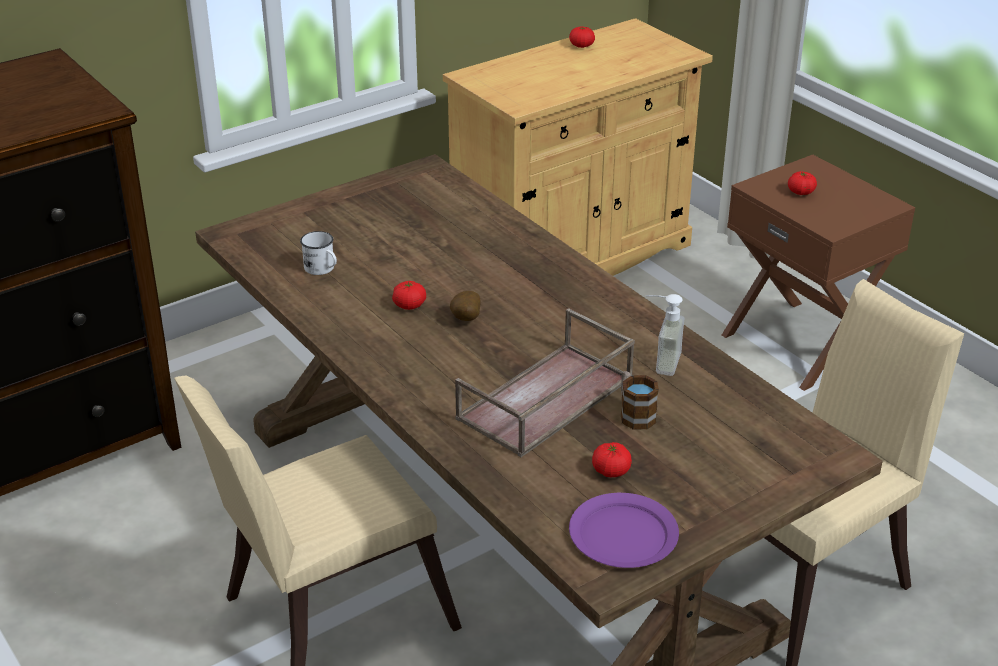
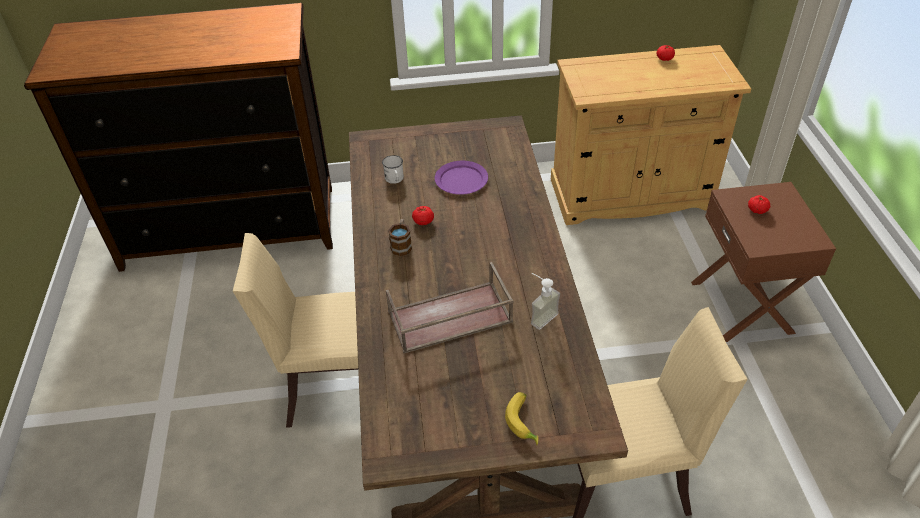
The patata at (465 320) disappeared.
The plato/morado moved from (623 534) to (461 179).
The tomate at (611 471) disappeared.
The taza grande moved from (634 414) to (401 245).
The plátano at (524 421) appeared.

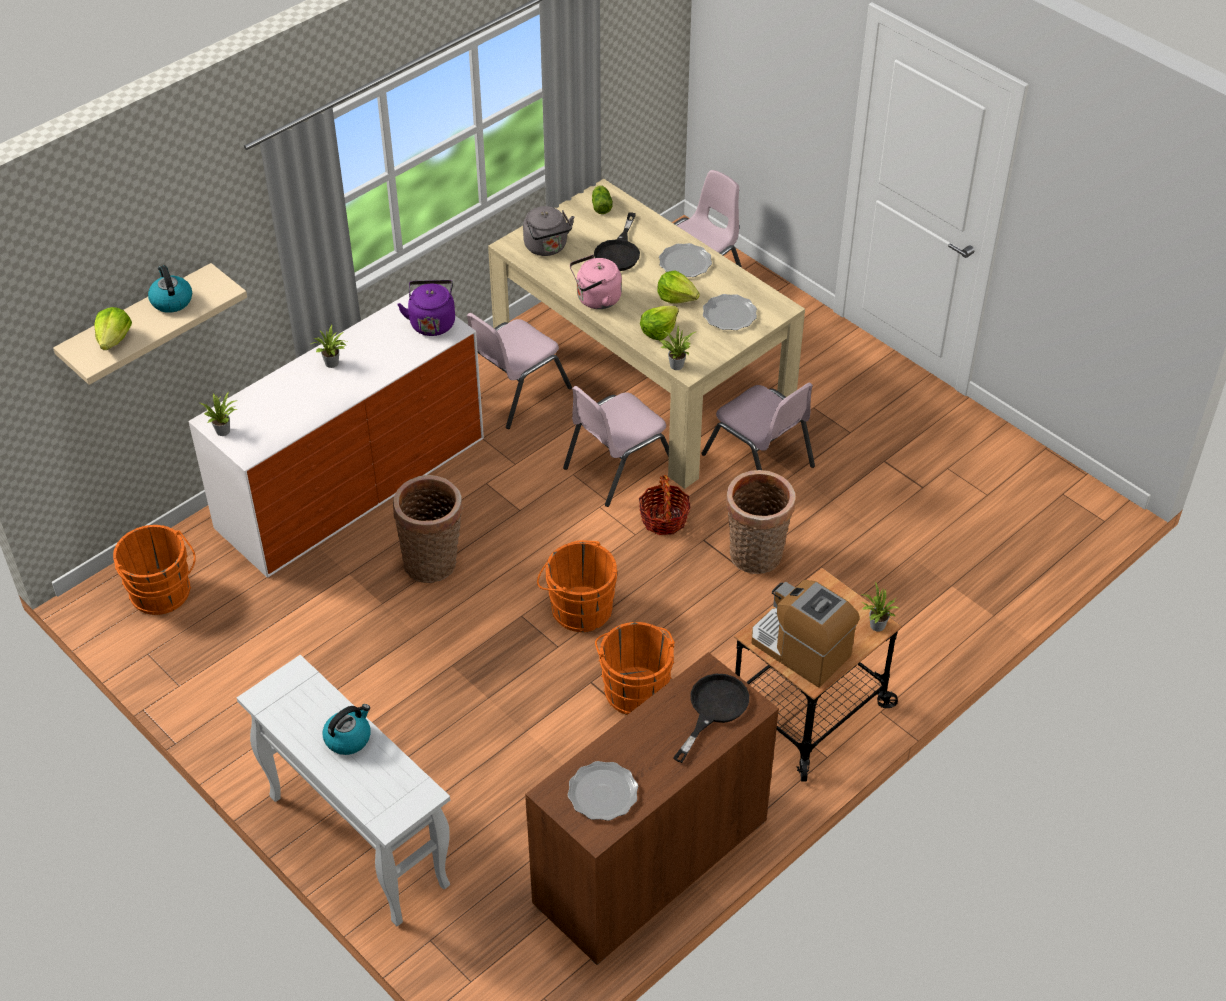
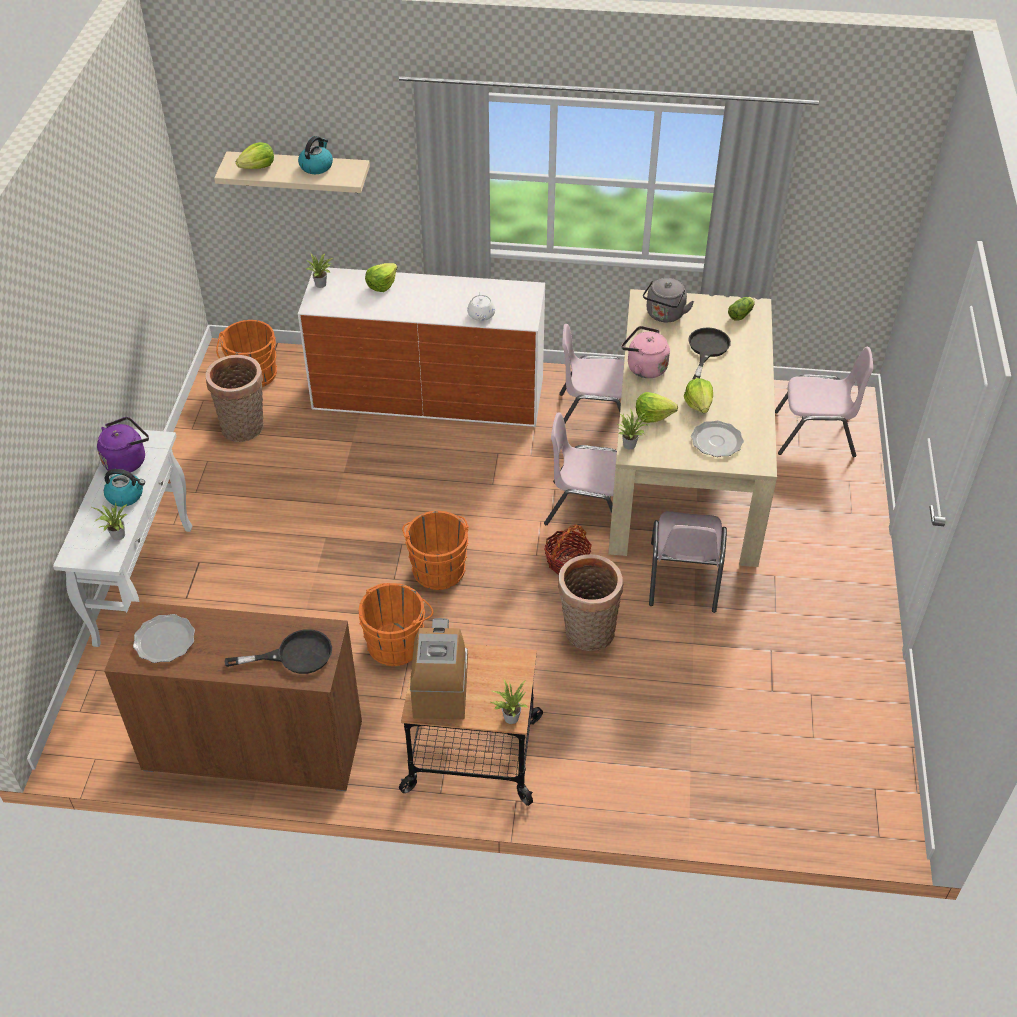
The planta en maceta moved from (333 364) to (118 537).
The cesta moved from (434 563) to (244 429).
The hervidor/morado moved from (432 322) to (127 460).
The sartén/negro at (619 252) turned 135 degrees clockwise.
The plato at (685 263) disappeared.
The lechuga at (381 284) appeared.
The tetera/blanco at (481 315) appeared.

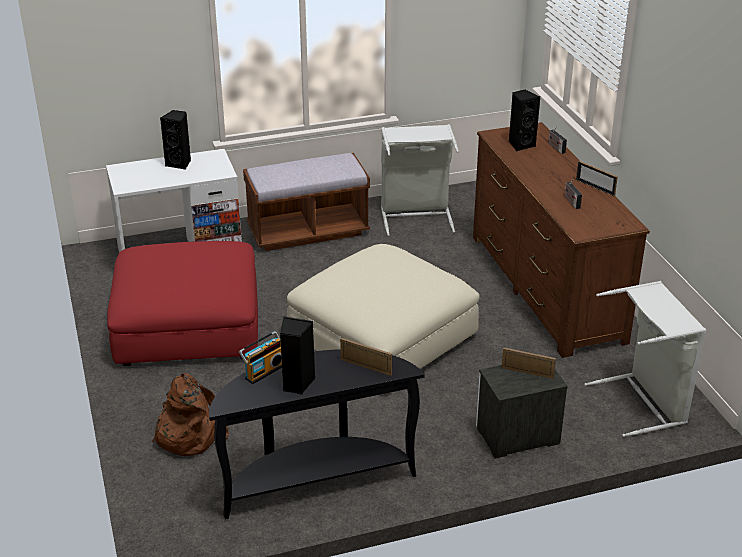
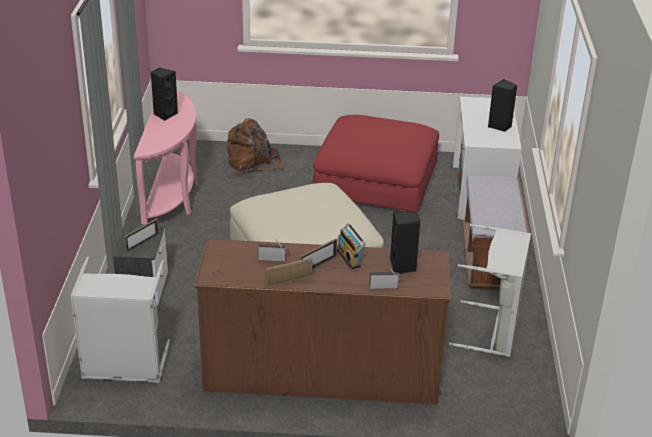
The mesa consola/negro at (315 479) became the mesa consola/rosa at (173 198).
The radio moved from (263 371) to (350 258).
The portarretratos moved from (366 367) to (318 265).

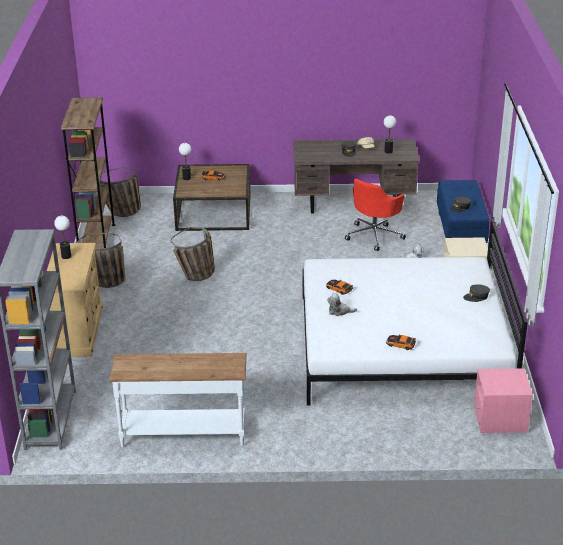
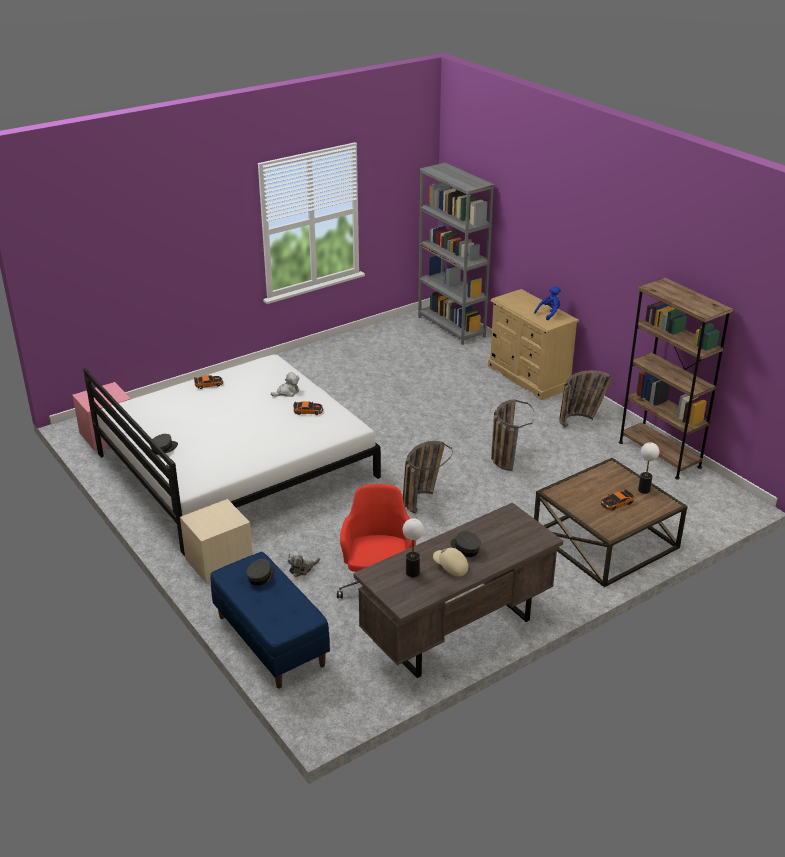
The lámpara de mesa at (66 256) was replaced by the peluche/azul at (549 313).
The cesta moved from (120 213) to (422 497).
The mesa consola/blanco at (183 433) disappeared.

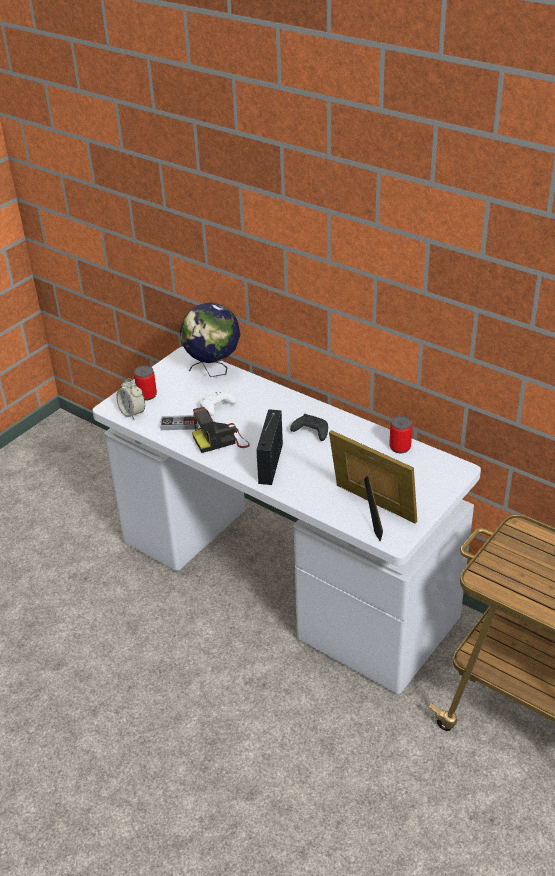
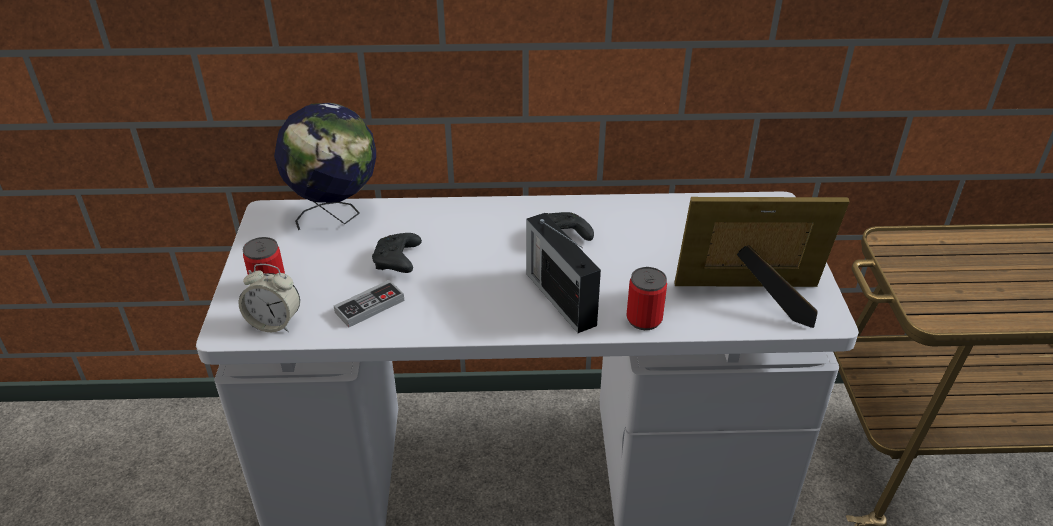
The cámara at (221 440) disappeared.
The mando de consola/blanco at (216 408) became the mando de consola/negro at (397 261).
The lata moved from (400 447) to (644 319).

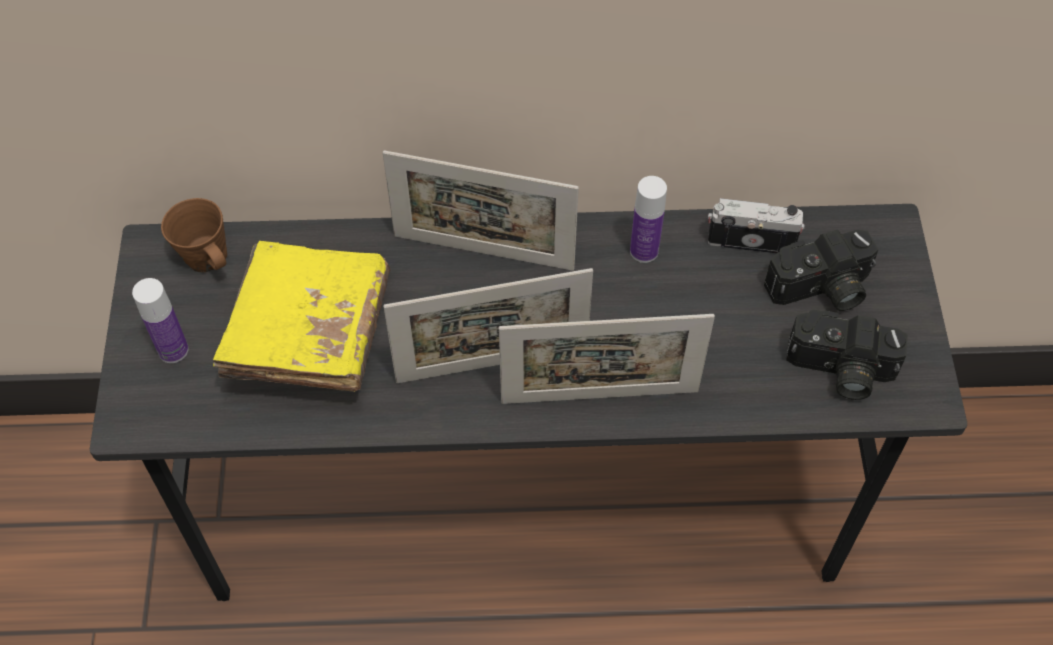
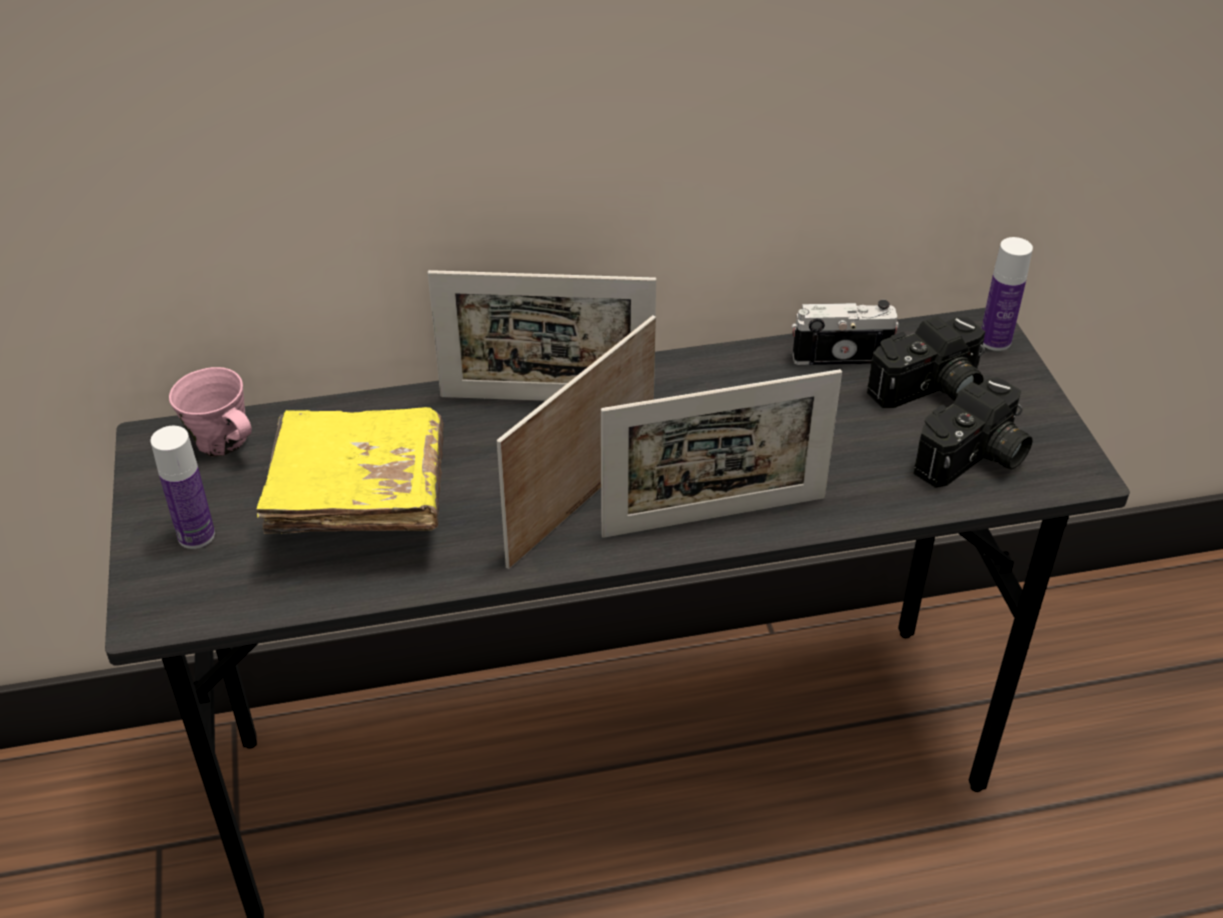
The taza grande/marrón at (207 258) became the taza grande/rosa at (223 443).
The portarretratos at (492 364) turned 150 degrees clockwise.
The botella moved from (644 251) to (995 341).
The cámara at (839 370) turned 45 degrees counterclockwise.

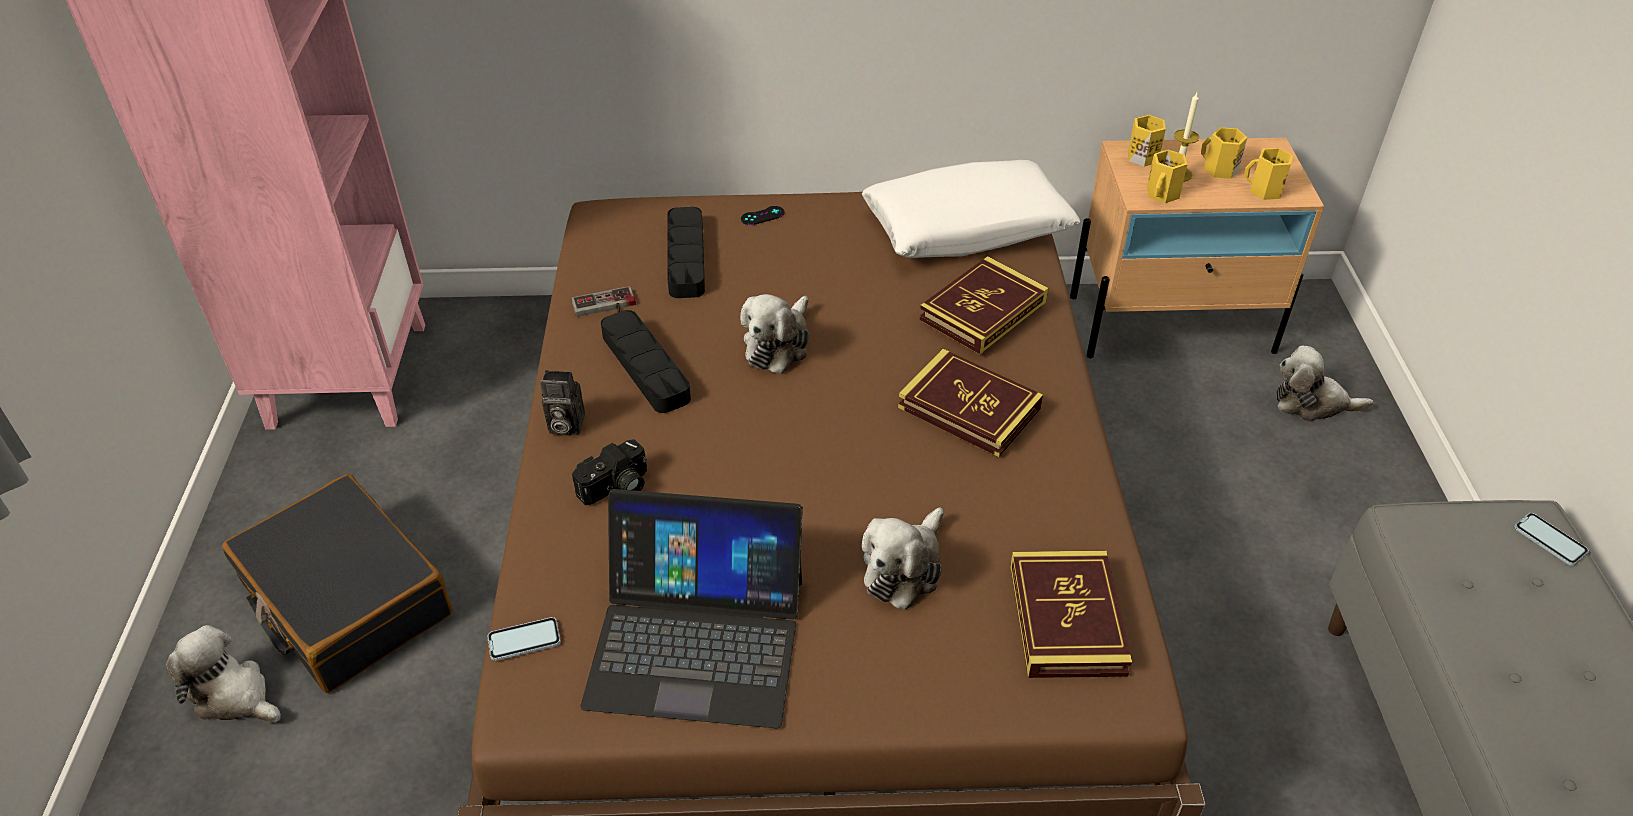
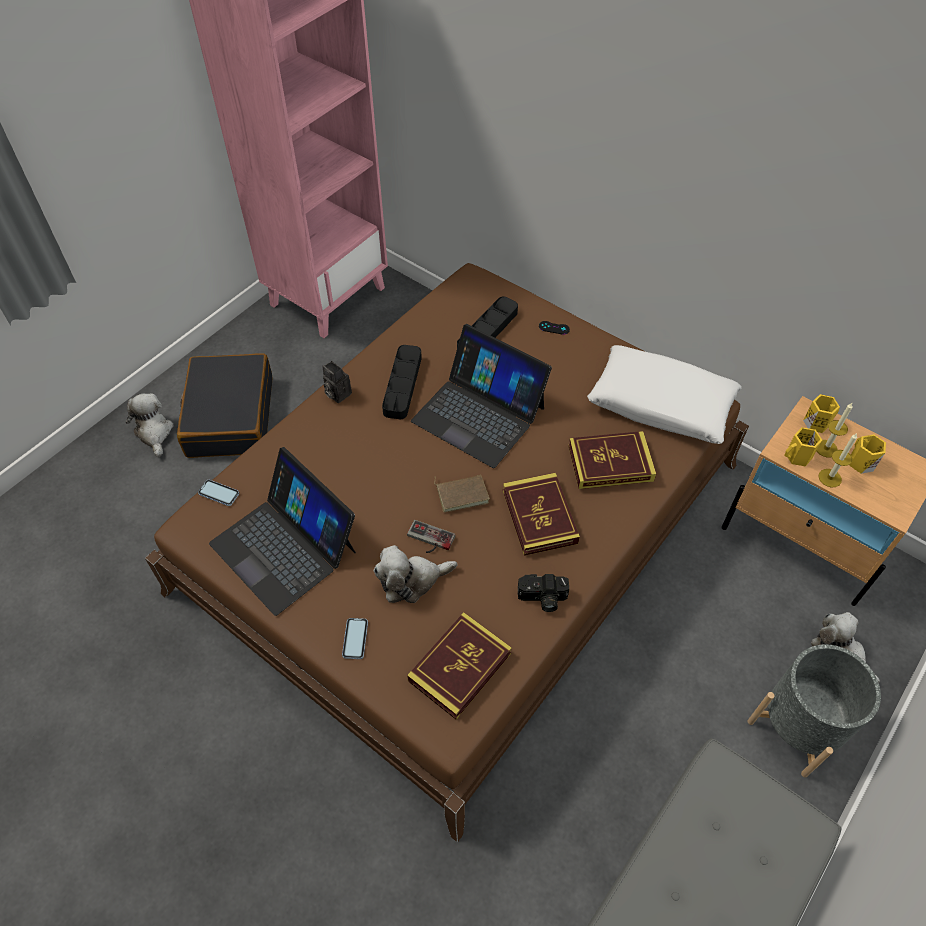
The mando de consola moved from (605 308) to (429 540).
The cámara moved from (616 488) to (542 599).
The peluche at (778 344) was replaced by the portátil at (479 413).
The taza grande/amarillo at (1264 190) disappeared.
The móvil moved from (1549 540) to (355 639).
The libro/marrón at (462 493) appeared.
The maceta/gris at (798 726) appeared.
The vela at (830 478) appeared.

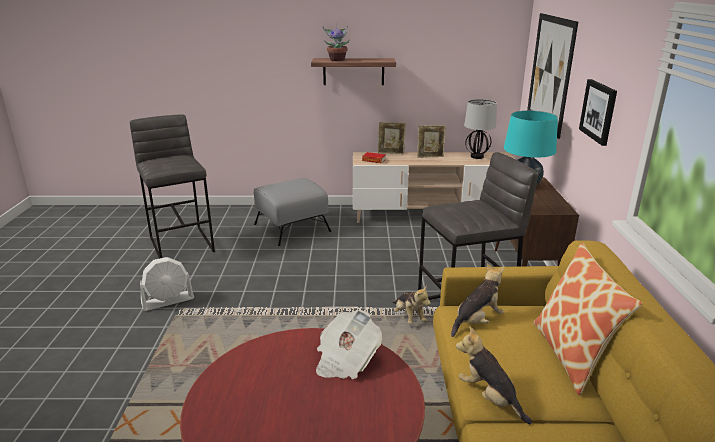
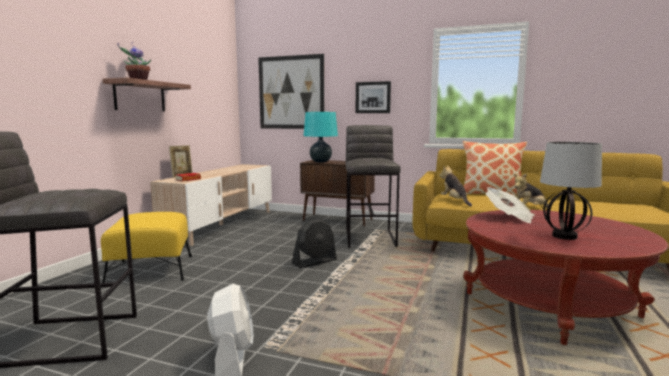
The puf/gris at (291 228) became the puf/amarillo at (150 270).
The peluche at (409 317) disappeared.
The portarretratos at (430 157) disappeared.
The lámpara de mesa moved from (476 156) to (564 236).
The ventilador/negro at (315 262) appeared.

